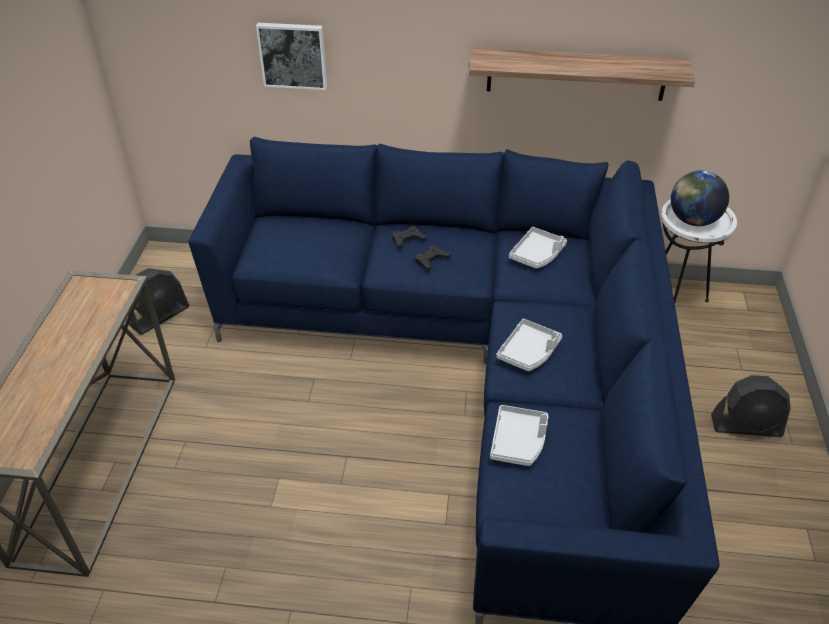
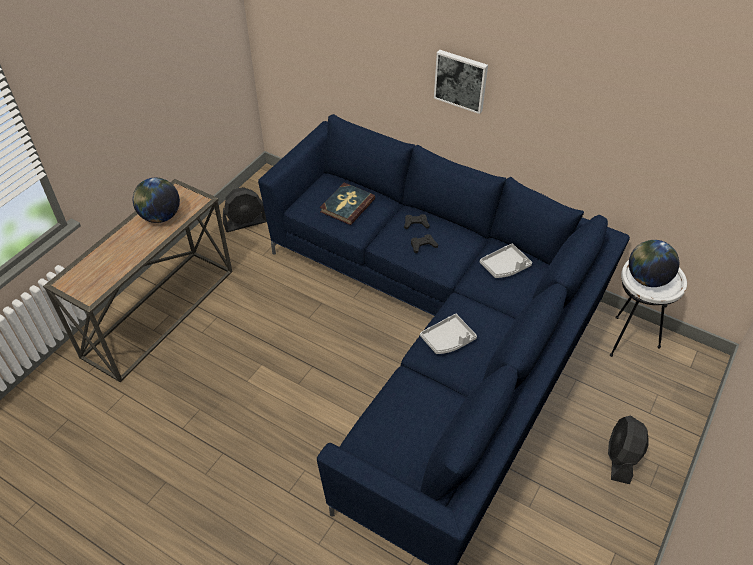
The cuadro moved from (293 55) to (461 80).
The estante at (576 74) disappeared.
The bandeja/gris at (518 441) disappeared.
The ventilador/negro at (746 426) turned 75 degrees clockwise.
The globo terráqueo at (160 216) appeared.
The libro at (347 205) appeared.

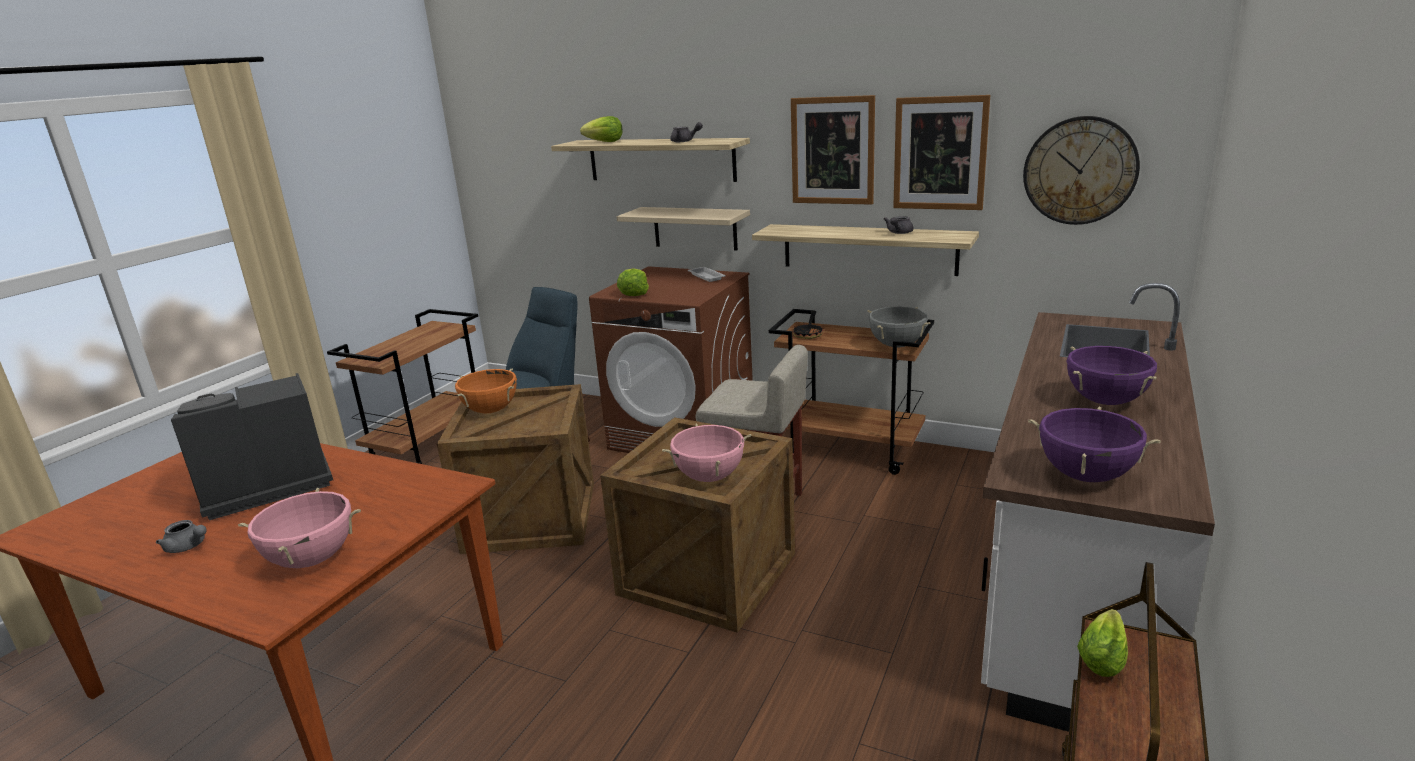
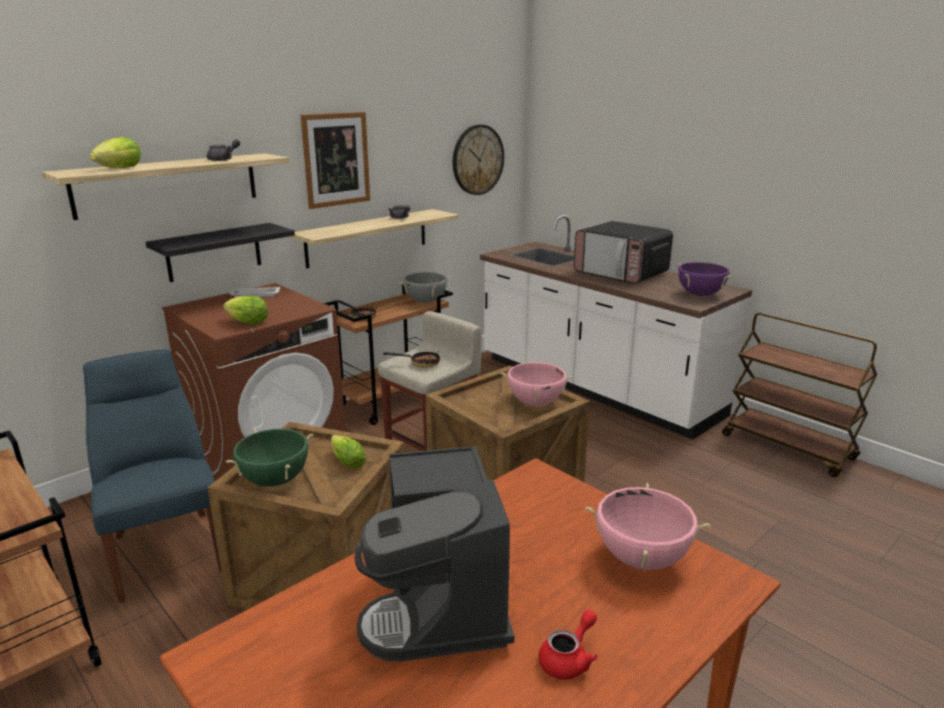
The tetera/gris at (188 547) became the tetera/rojo at (569 659).
The olla/naranja at (491 410) became the olla/verde at (274 481).
The estante/beis at (695 228) became the estante/negro at (214 252).
The cuadro at (940 153) disappeared.
The olla/morado at (1106 401) was replaced by the microondas at (621 273).
The lechuga moved from (1104 655) to (346 460).
The sartén at (420 363) appeared.

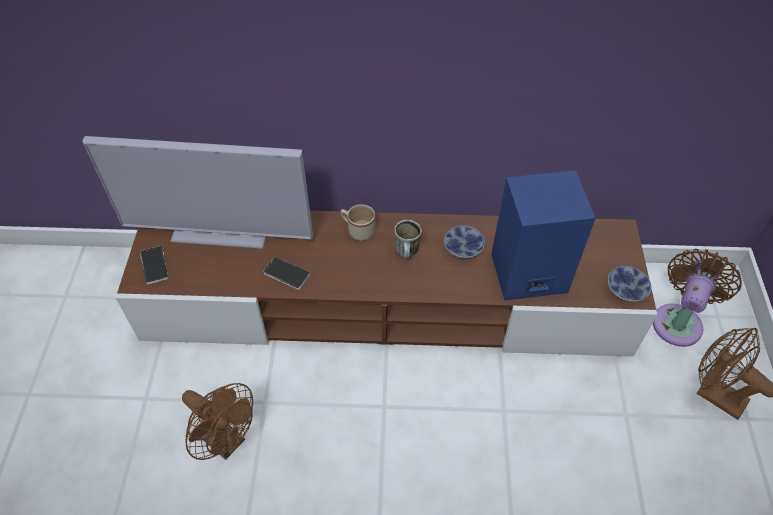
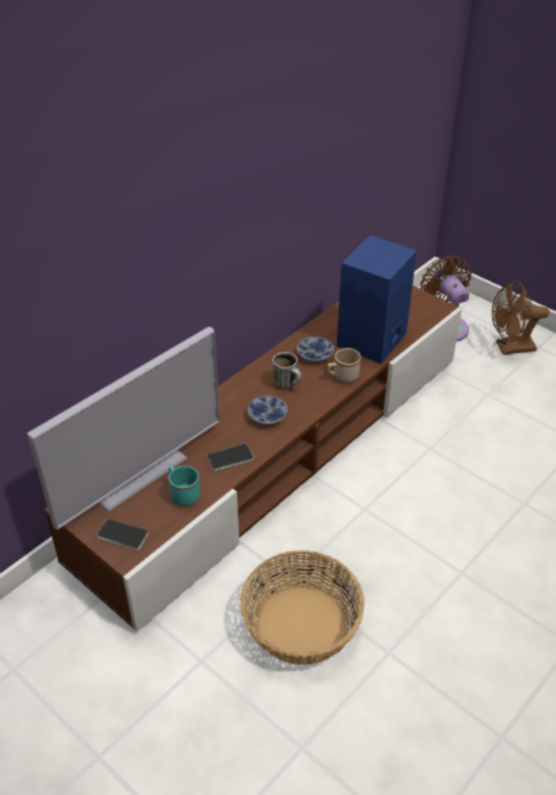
The ventilador/marrón at (226 441) was replaced by the cesta at (300 624).
The taza grande/beis moved from (358 230) to (342 376).
The cuenco moved from (625 289) to (266 417).
The taza grande/turquesa at (183 493) appeared.

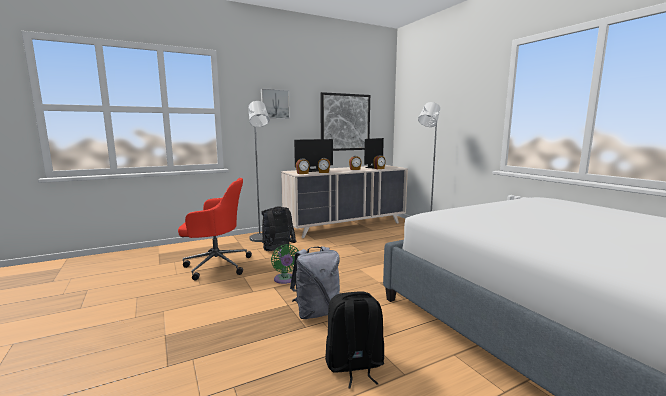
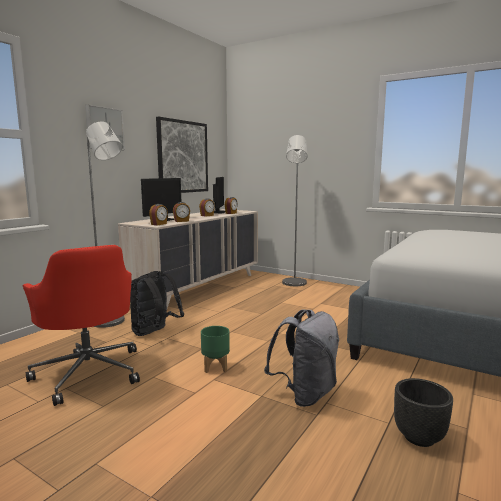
The silla de oficina/rojo at (216 265) turned 90 degrees clockwise.
The ventilador/verde at (285 280) was replaced by the maceta/verde at (215 367).
The mochila/negro at (354 366) was replaced by the maceta/negro at (419 438).

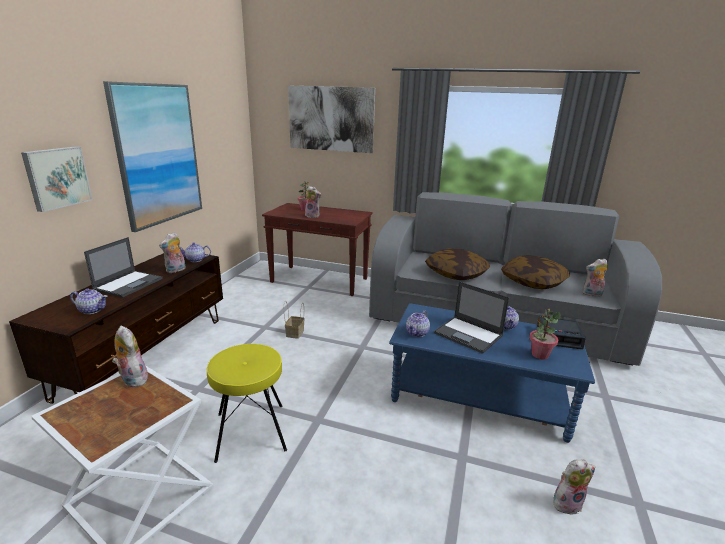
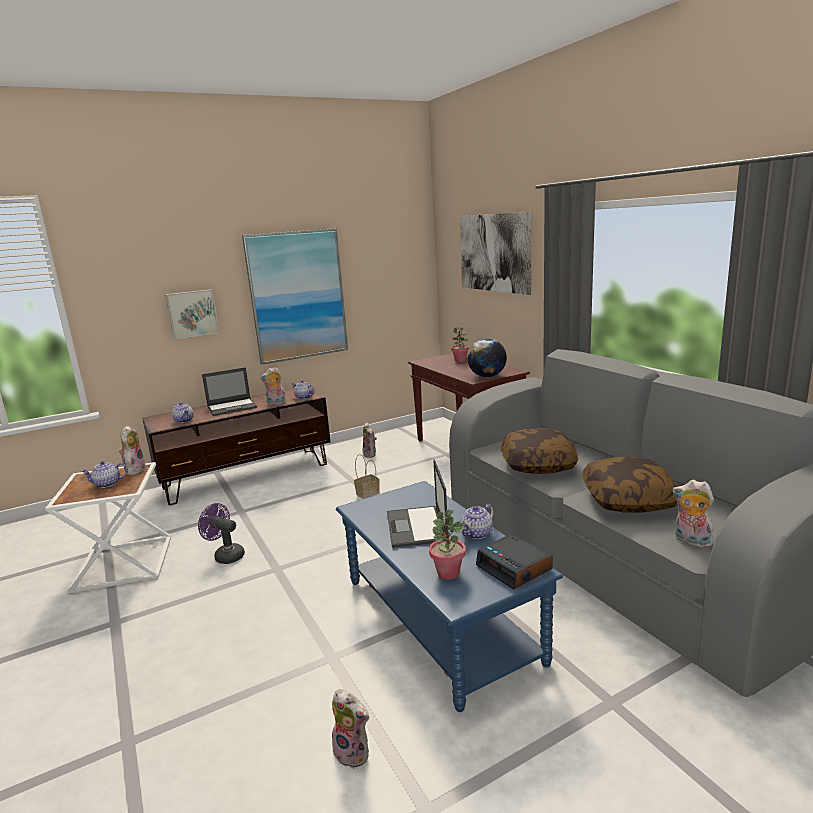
The taburete/amarillo at (251 431) was replaced by the ventilador/morado at (226 555).
The peluche moved from (313 216) to (371 454).
The tetera moved from (417 333) to (107 484).
The globo terráqueo at (487 376) appeared.

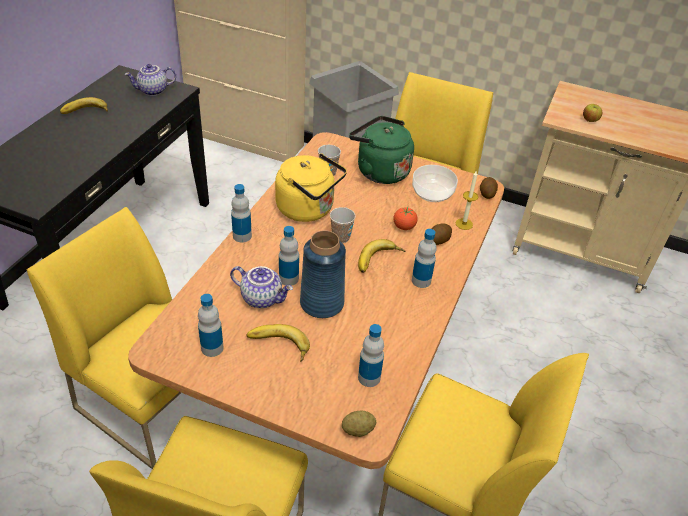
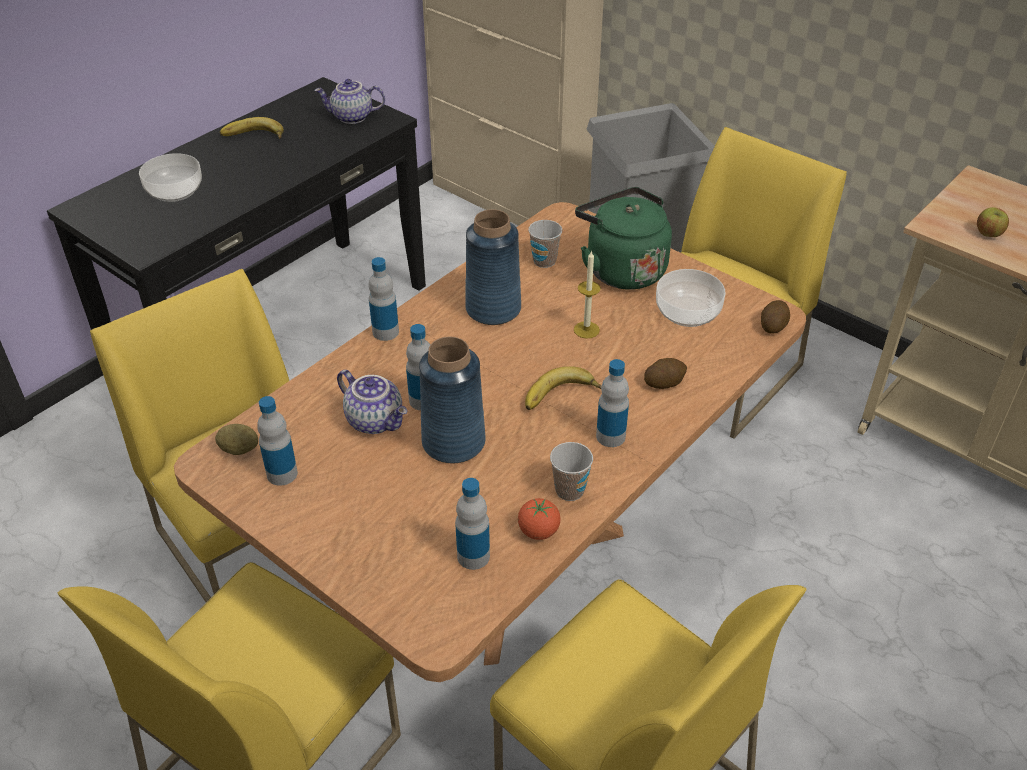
The plátano at (278 346) disappeared.
The hervidor/amarillo at (308 209) was replaced by the florero/azul at (493 309).
The taza moved from (341 237) to (569 490).
The patata moved from (358 430) to (239 449).
The tomate moved from (404 227) to (538 531).
The vela moved from (464 224) to (586 330).
The cuenco at (175 190) appeared.

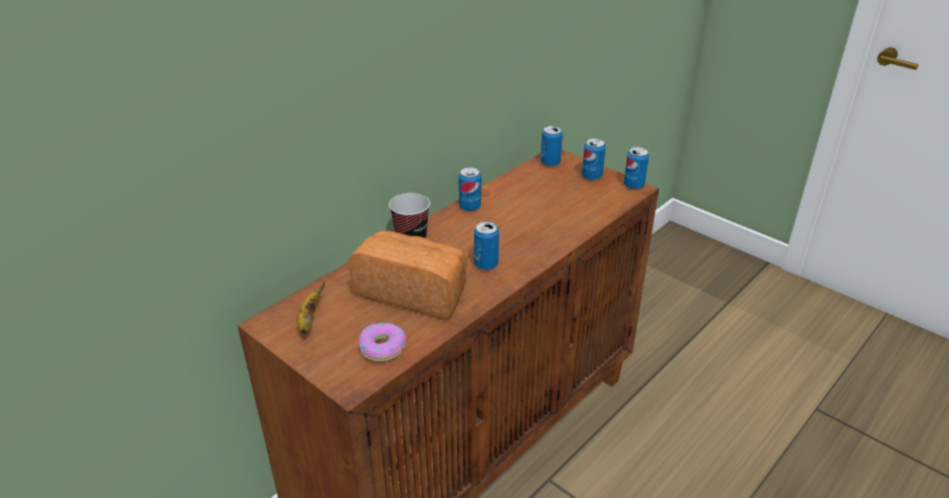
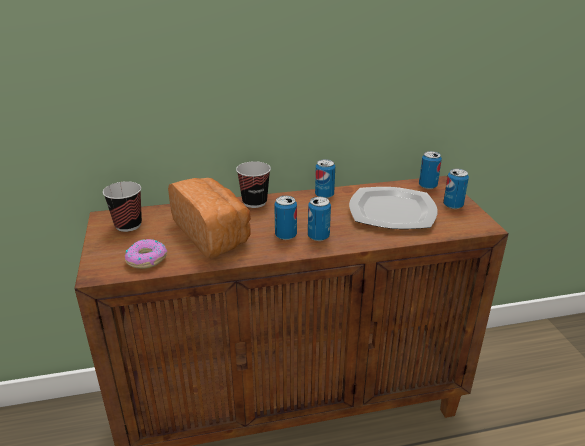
The plátano at (309 321) was replaced by the taza at (128 225).
The lata moved from (633 185) to (318 236).
The plato at (391 211) appeared.

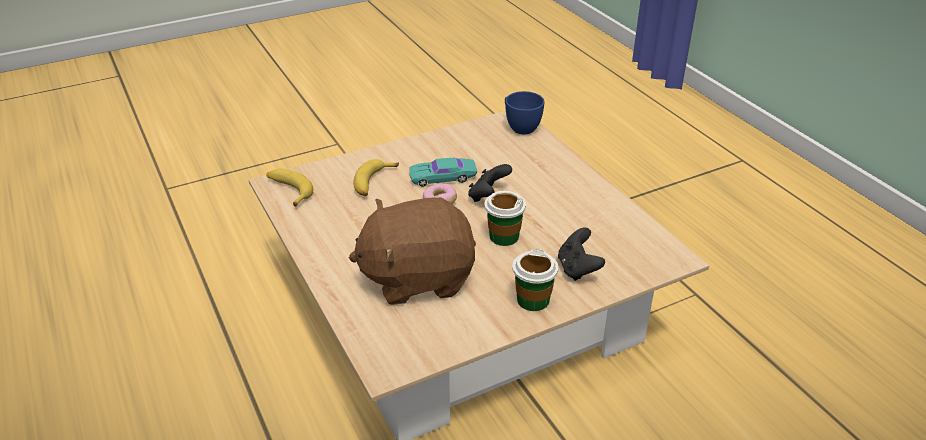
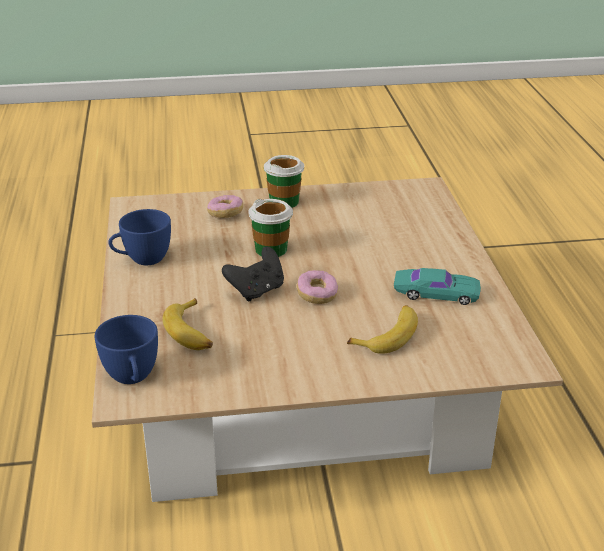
The plátano moved from (289 191) to (192 333).
The peluche/marrón at (417 277) disappeared.
The coche de juguete/turquesa moved from (442 177) to (436 293).
The mando de consola/negro at (577 269) was replaced by the rosquilla at (225 214).
The taza/azul at (142 260) appeared.

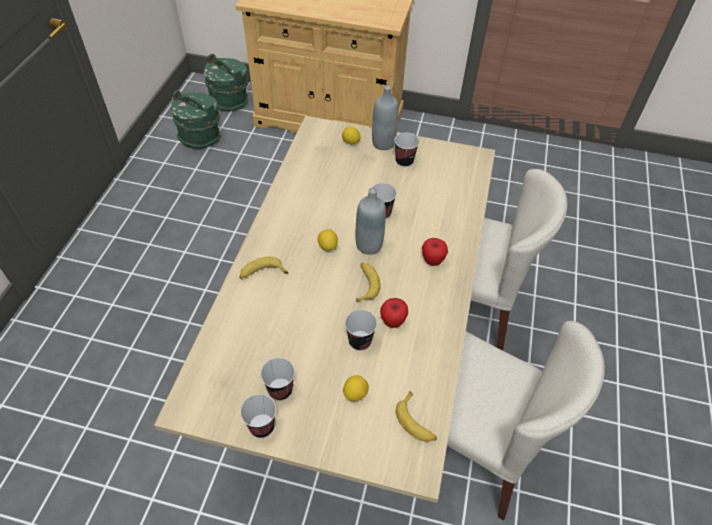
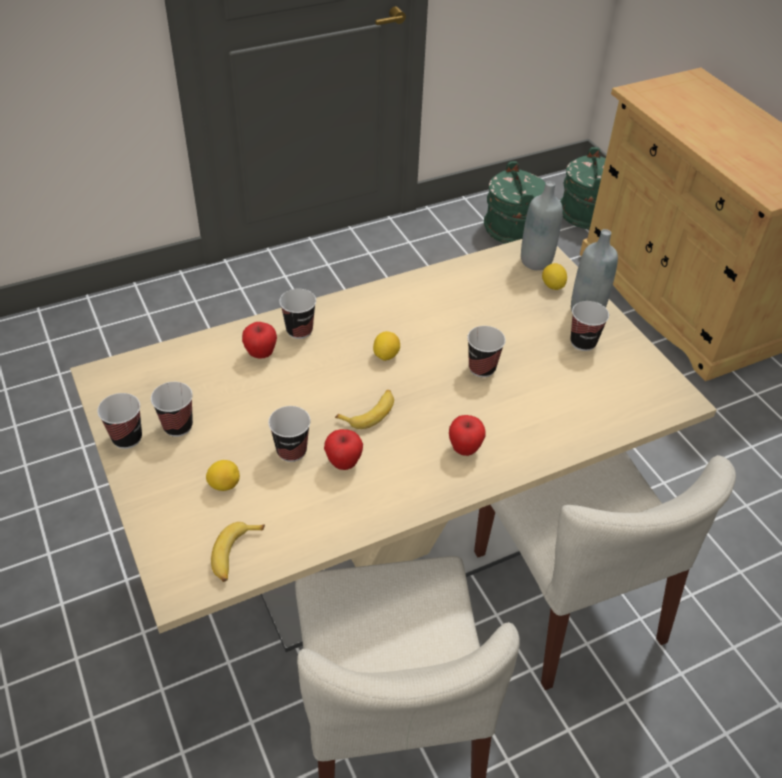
The plátano at (262 273) was replaced by the taza at (299 330).
The botella/gris moved from (369 245) to (536 261).
The manzana at (261 354) appeared.

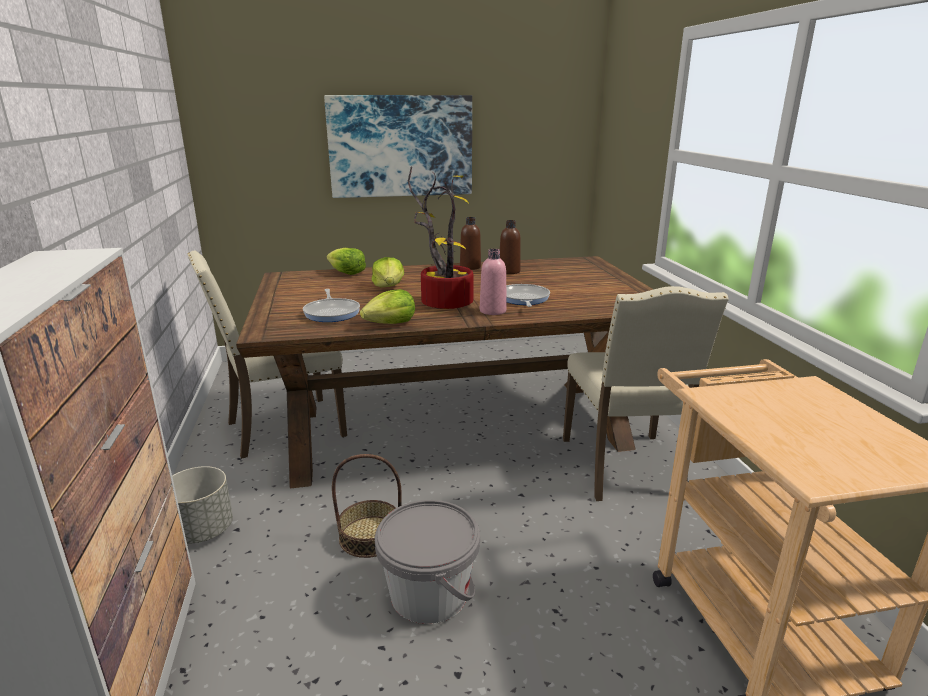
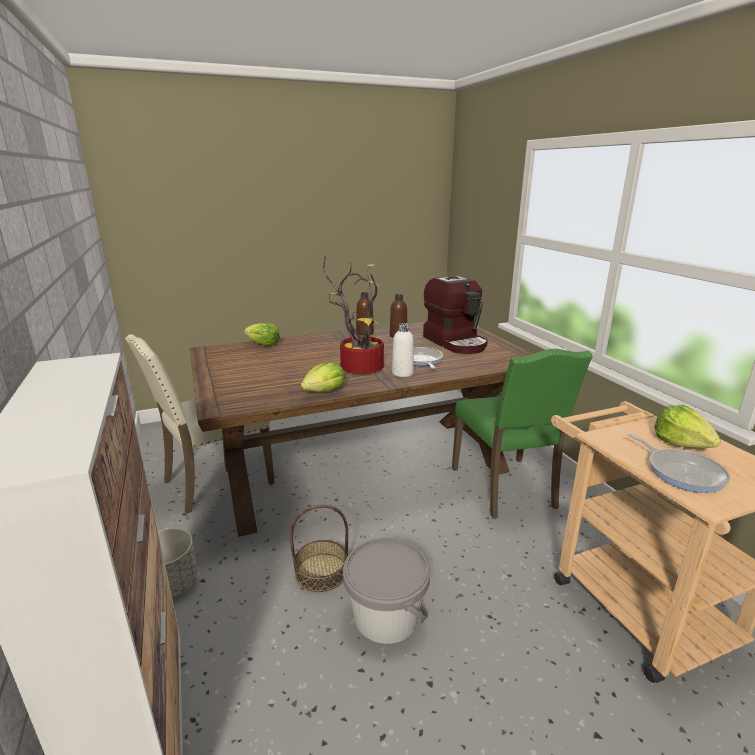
The sartén moved from (332 313) to (681 472).
The cuadro at (401 146) disappeared.
The lechuga moved from (389 287) to (681 442).
The botella/rosa at (492 311) became the botella/blanco at (402 373).
The silla/beis at (624 468) became the silla/verde at (506 488).
The cafetera at (456 342) appeared.

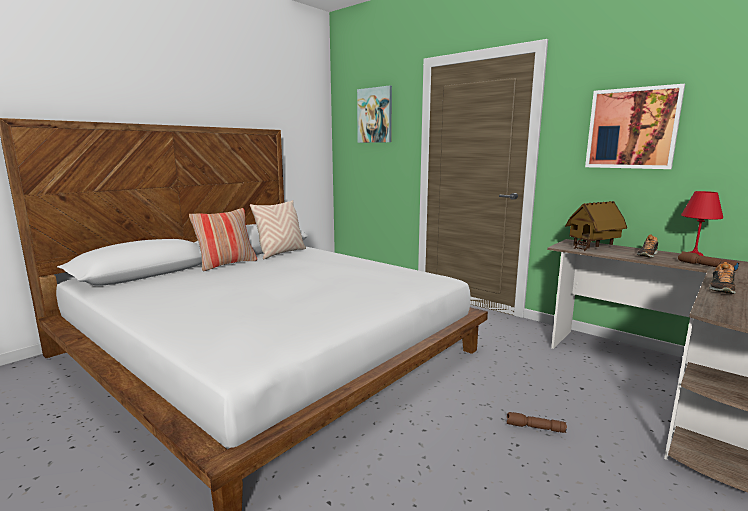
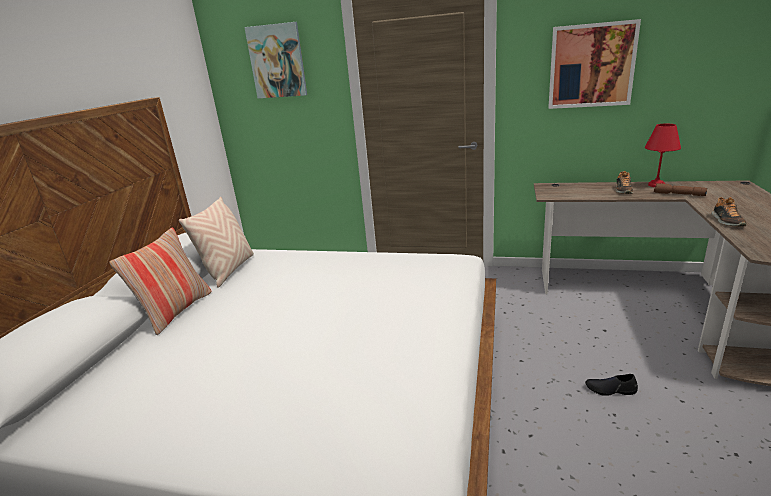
The linterna/marrón at (534 428) was replaced by the zapato/negro at (610 389).
The casita at (593 246) disappeared.

